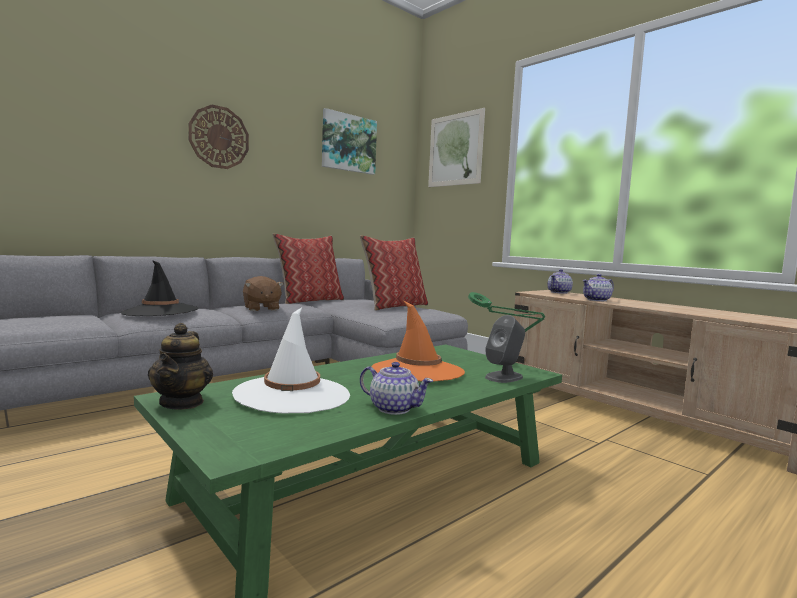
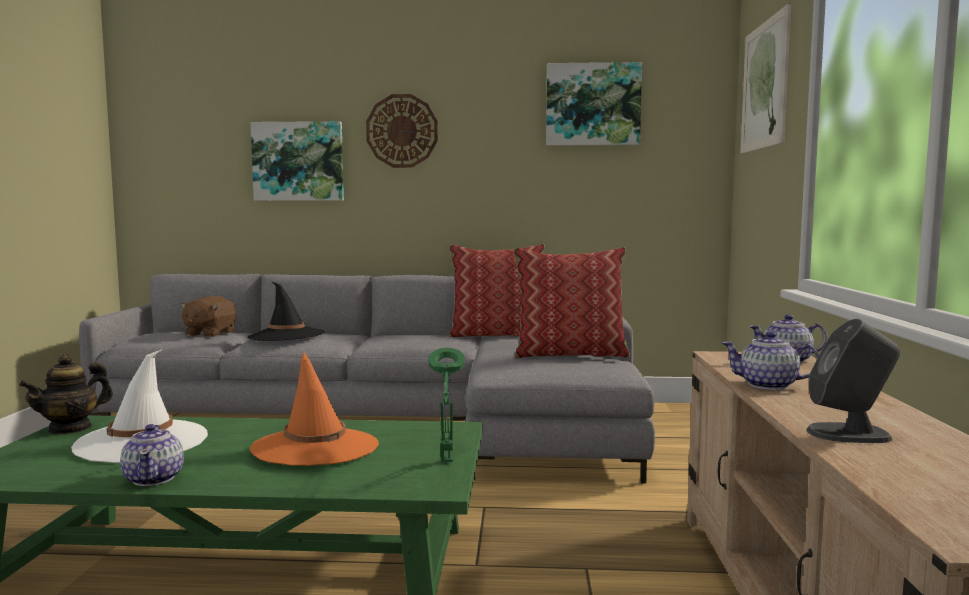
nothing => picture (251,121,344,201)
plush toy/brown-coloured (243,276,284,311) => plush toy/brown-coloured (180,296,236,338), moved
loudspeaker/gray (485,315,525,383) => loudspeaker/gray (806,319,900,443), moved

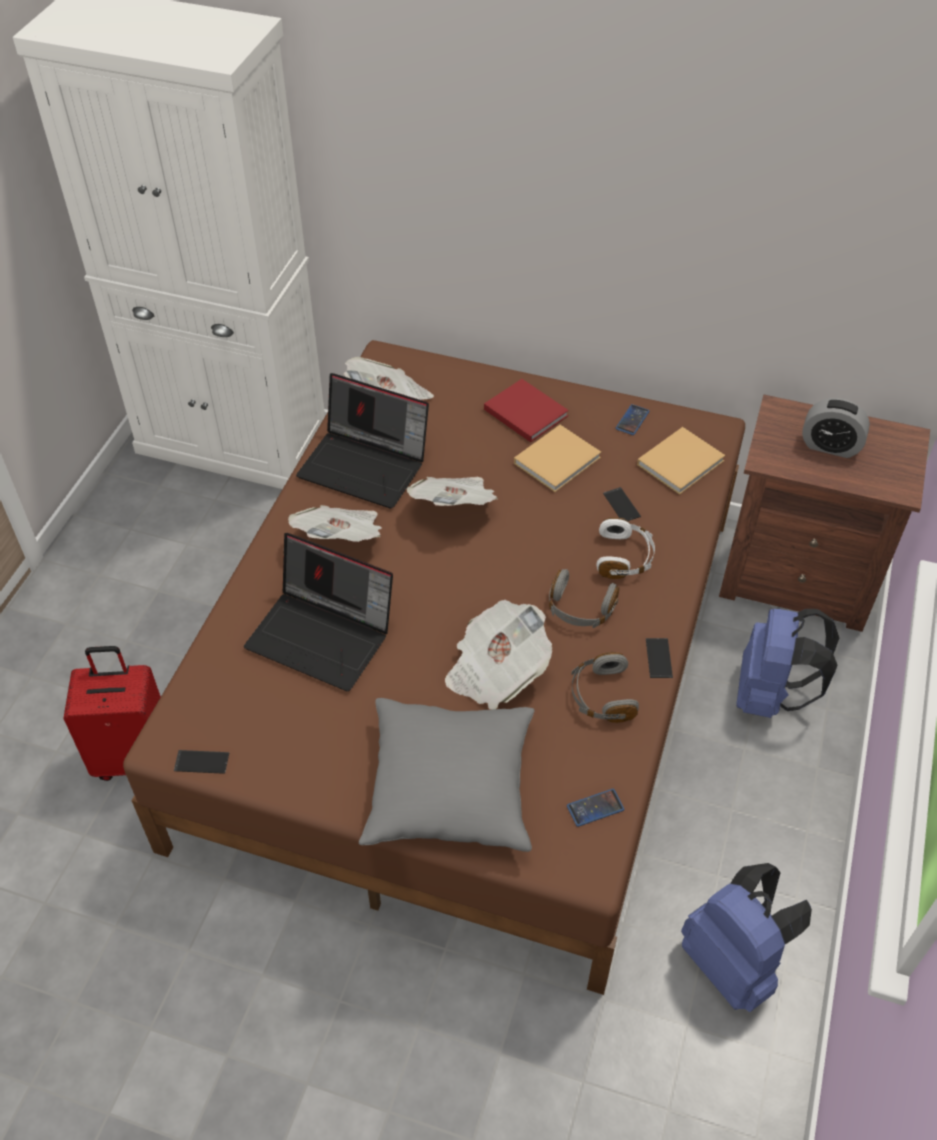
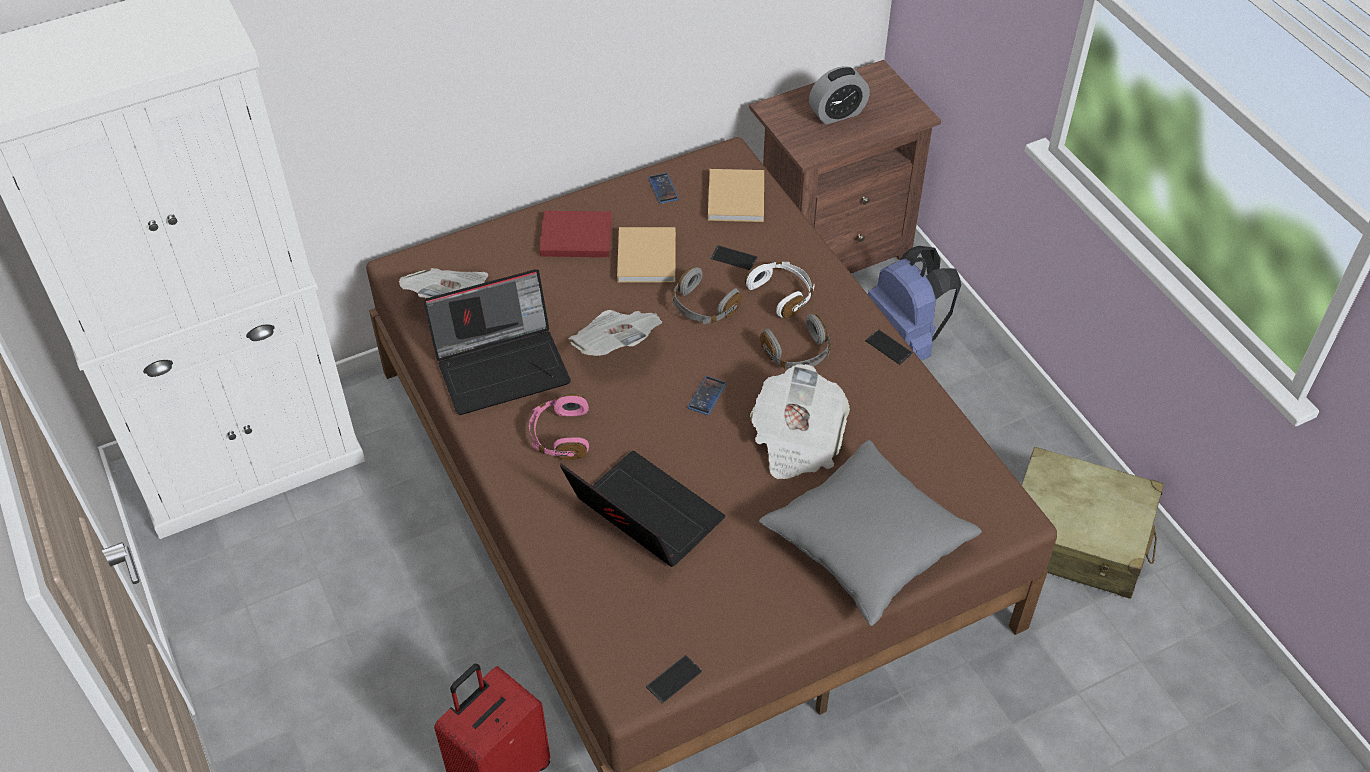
telephone (567,789,625,827) => telephone (688,376,727,415), moved
headset/gray (571,652,639,723) => headset/gray (672,267,742,324), moved
daily paper (288,505,382,542) => headset/pinkish (529,394,589,460)
rucksack/blue-coloured (681,863,812,1012) => suitcase/beige-coloured (1022,447,1164,599)
notebook computer (244,533,393,691) => notebook computer (560,451,725,567), 120 degrees counterclockwise

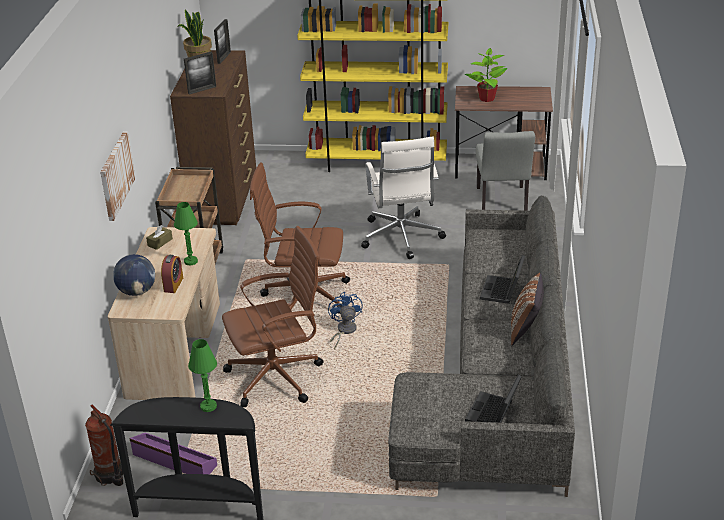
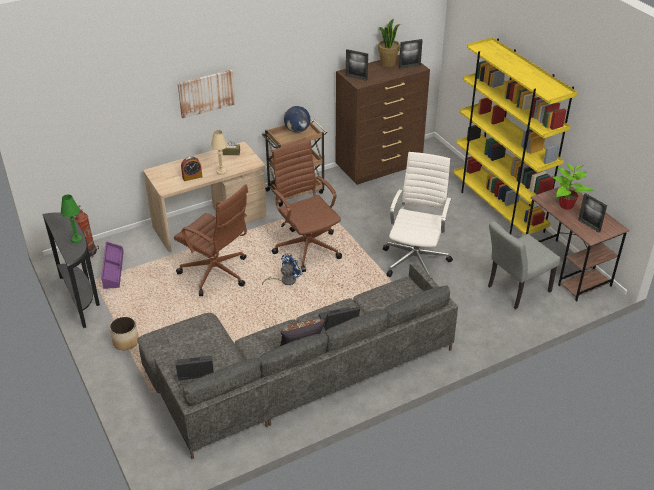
nothing => flower pot (110,317,139,350)
nothing => picture frame (578,193,607,232)
world globe (113,254,155,296) => world globe (284,106,310,133), moved
lamp for a table/green (174,202,198,265) => lamp for a table/beige-coloured (211,130,227,175)
office chair/white-coloured (361,137,446,259) => office chair/white-coloured (383,152,453,280), 150 degrees clockwise

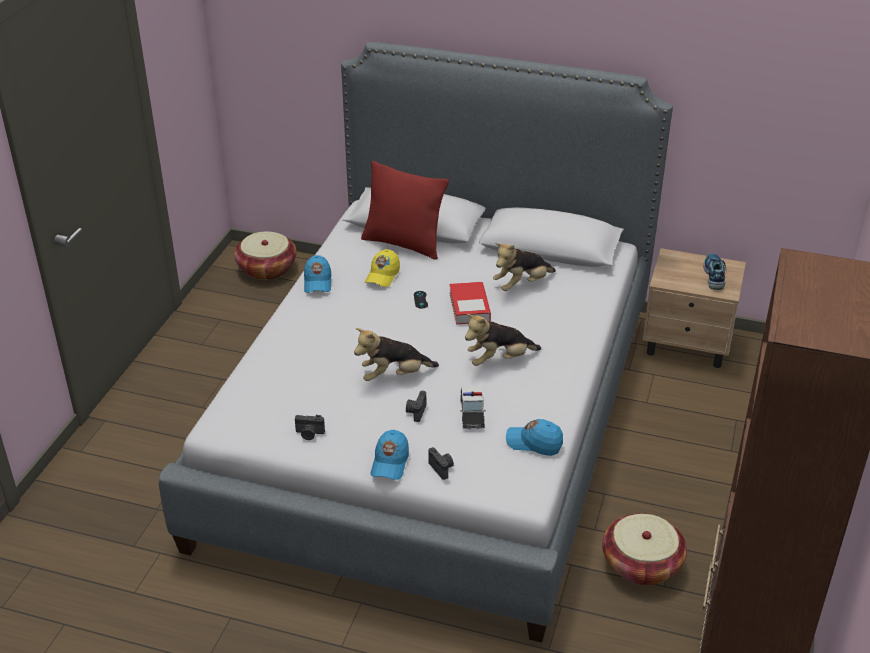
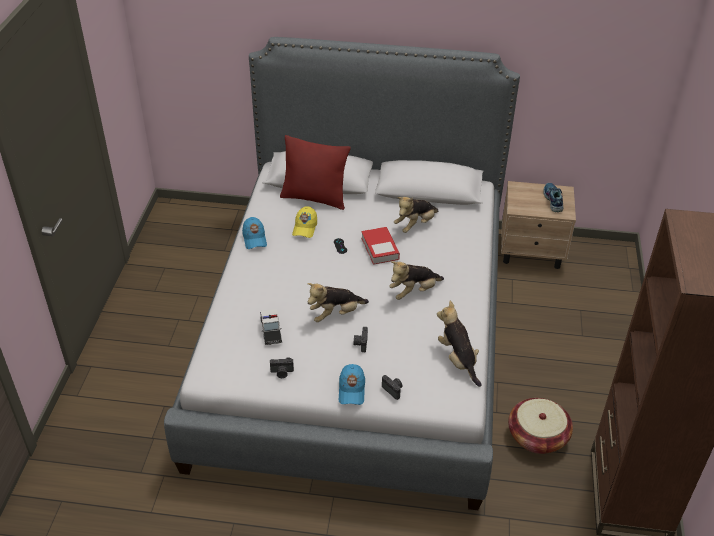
household basket (234,232,296,280) => nothing
miniature car (460,386,486,429) => miniature car (260,309,282,345), moved
baseball cap/blue-coloured (506,419,563,456) => plush toy (437,301,482,387)

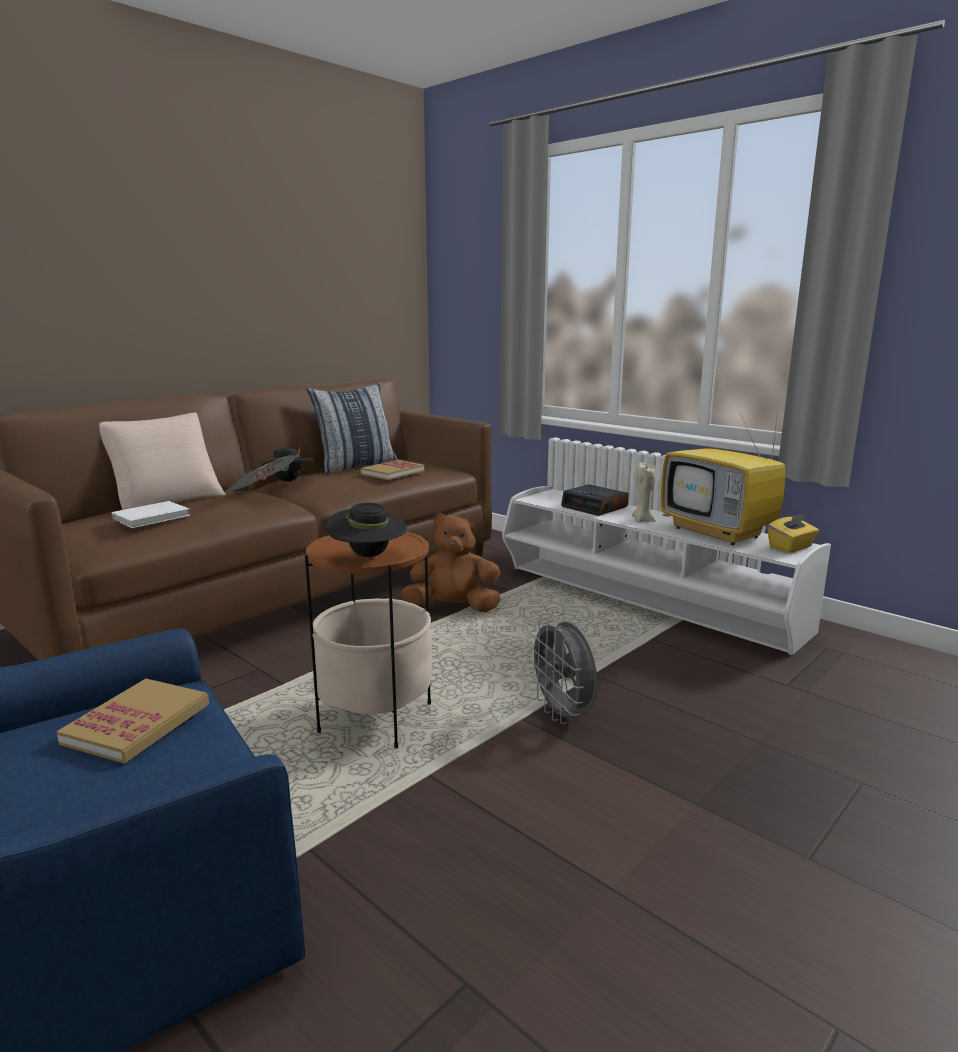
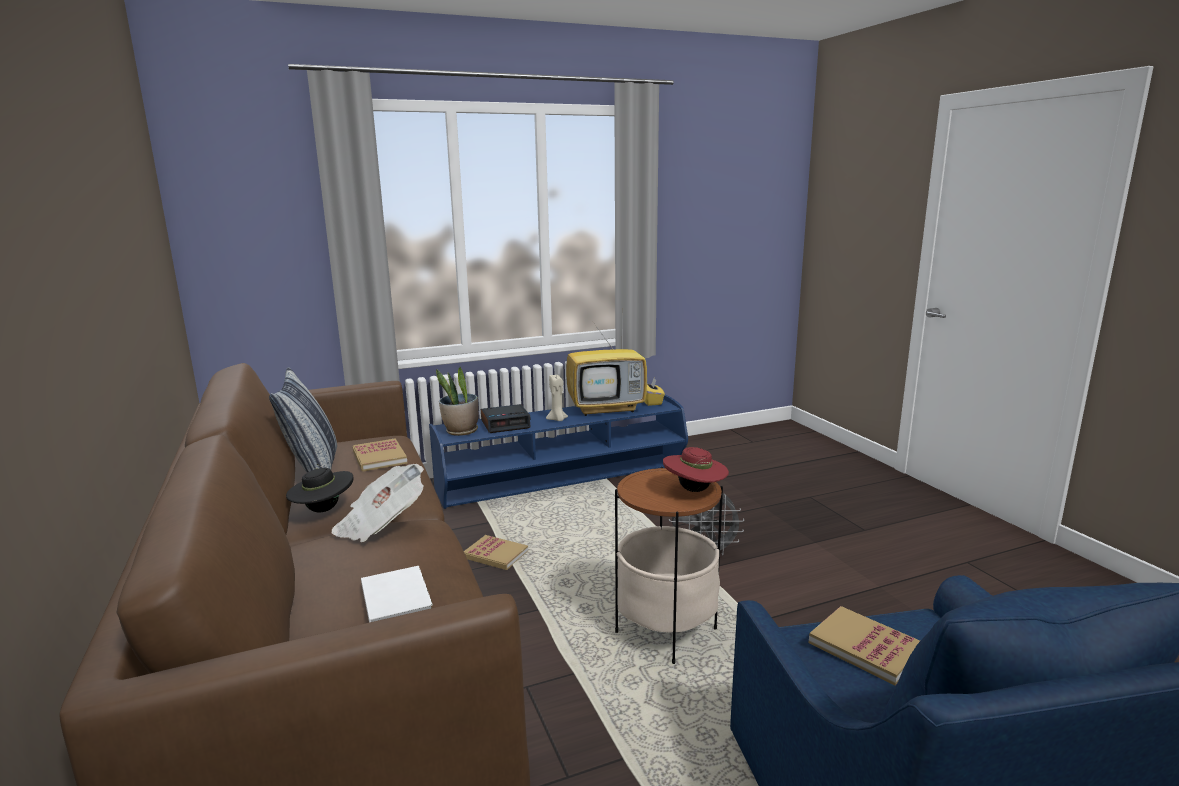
pillow/beige-coloured (99,412,226,510) => nothing
nothing => potted plant (436,367,479,436)
plush toy/brown-coloured (401,512,501,612) => book (464,535,528,570)
hat/blackish (326,503,407,557) => hat/red-coloured (663,447,729,492)
tv stand/white-coloured (502,486,831,655) => tv stand/blue-coloured (429,395,688,509)

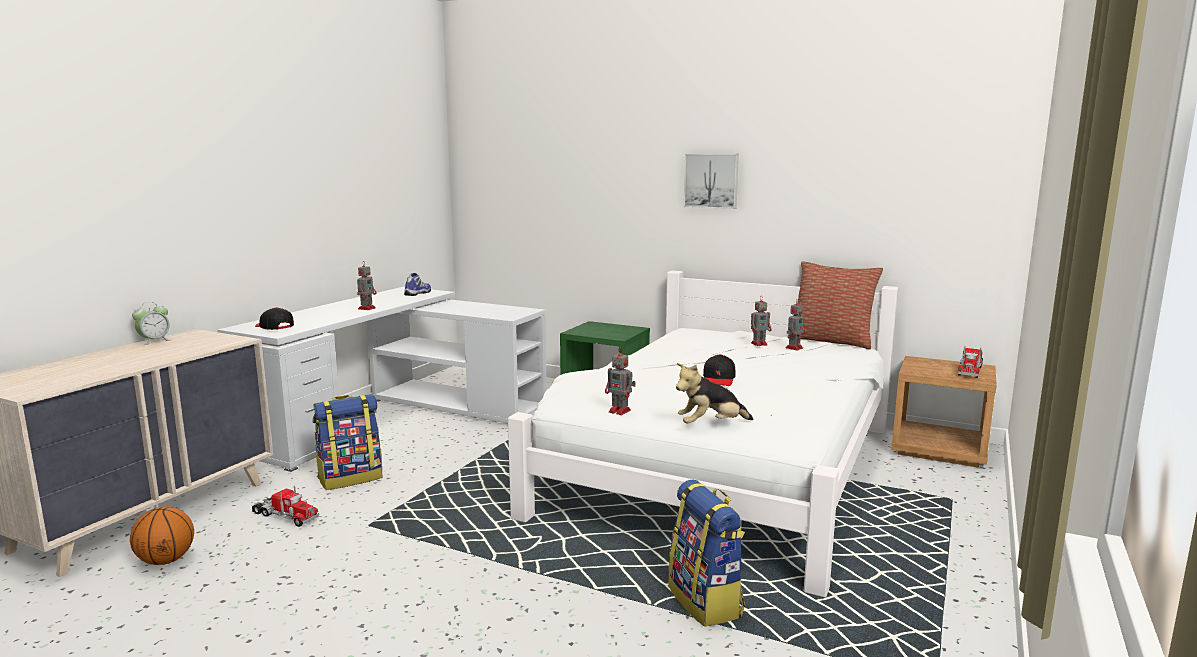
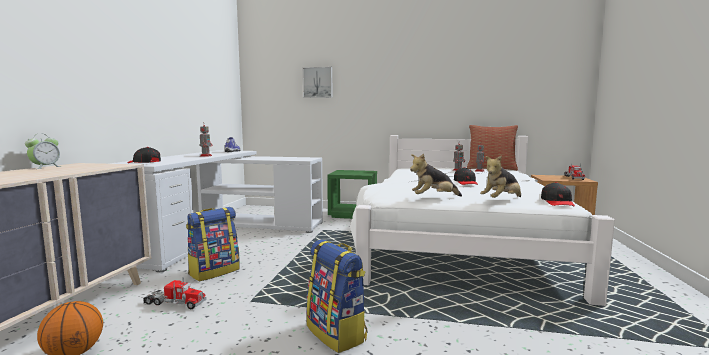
nothing => baseball cap/blackish (541,182,575,206)
rucksack (668,480,745,627) => rucksack (306,239,368,353), moved
picture (684,154,739,209) => picture (303,67,332,98), moved
model robot (605,348,636,415) => plush toy (410,154,462,197)

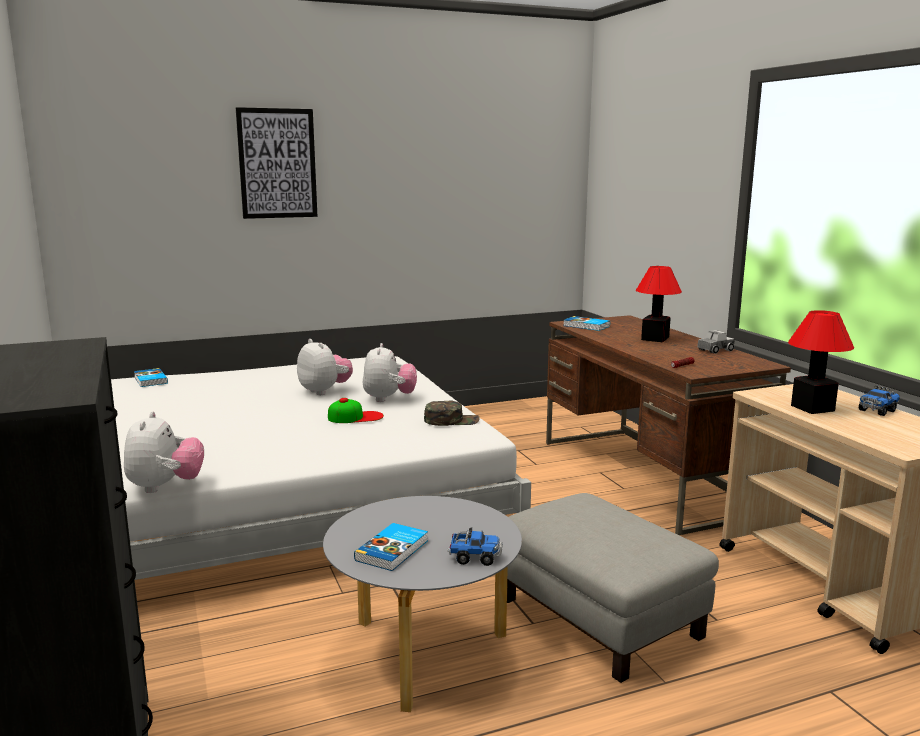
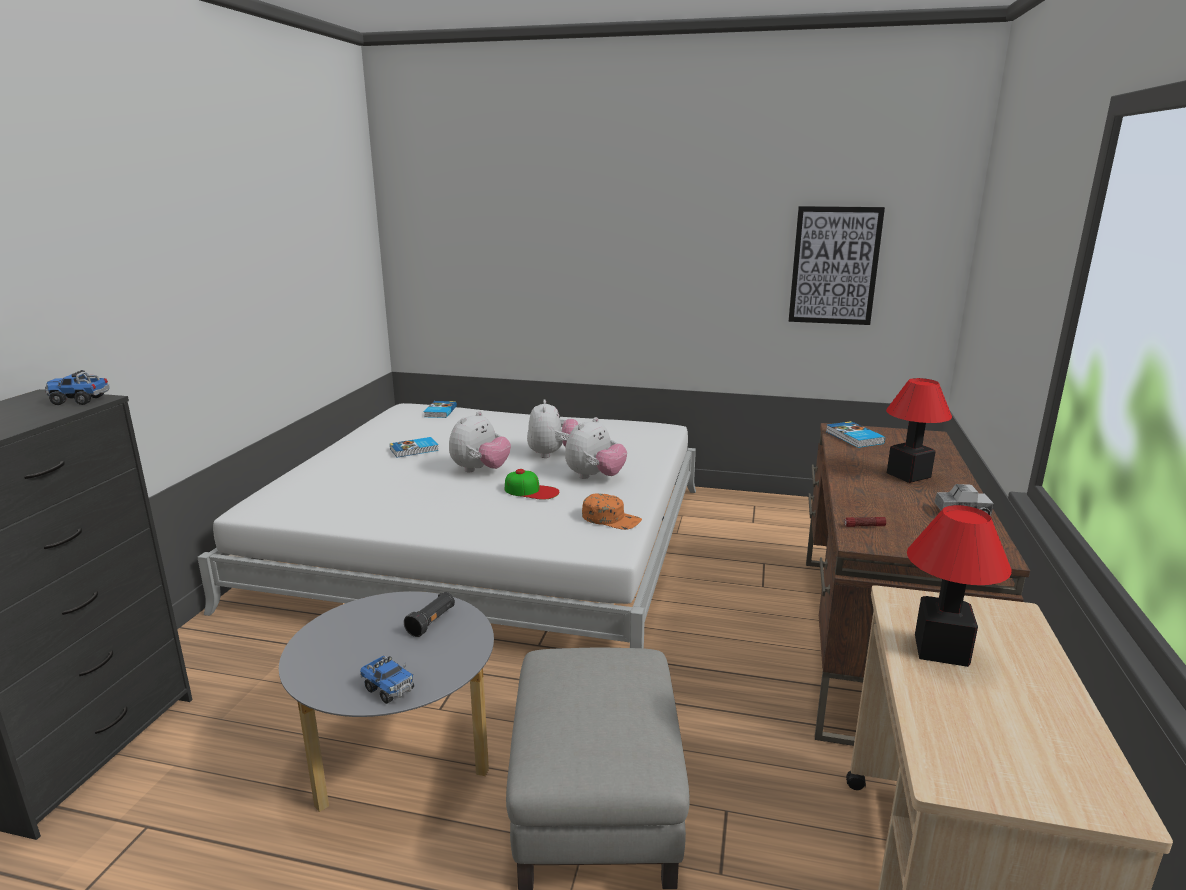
nothing => flashlight/blackish (404,592,455,637)
plush toy (124,412,204,493) => plush toy (449,411,511,472), moved
picture (236,107,318,219) => picture (789,206,885,325), moved
book (354,523,428,571) => book (390,437,439,458), moved
toy truck (859,386,900,416) => toy truck (45,370,110,405), moved
baseball cap/green (424,400,480,426) => baseball cap/orangey (582,494,642,530)

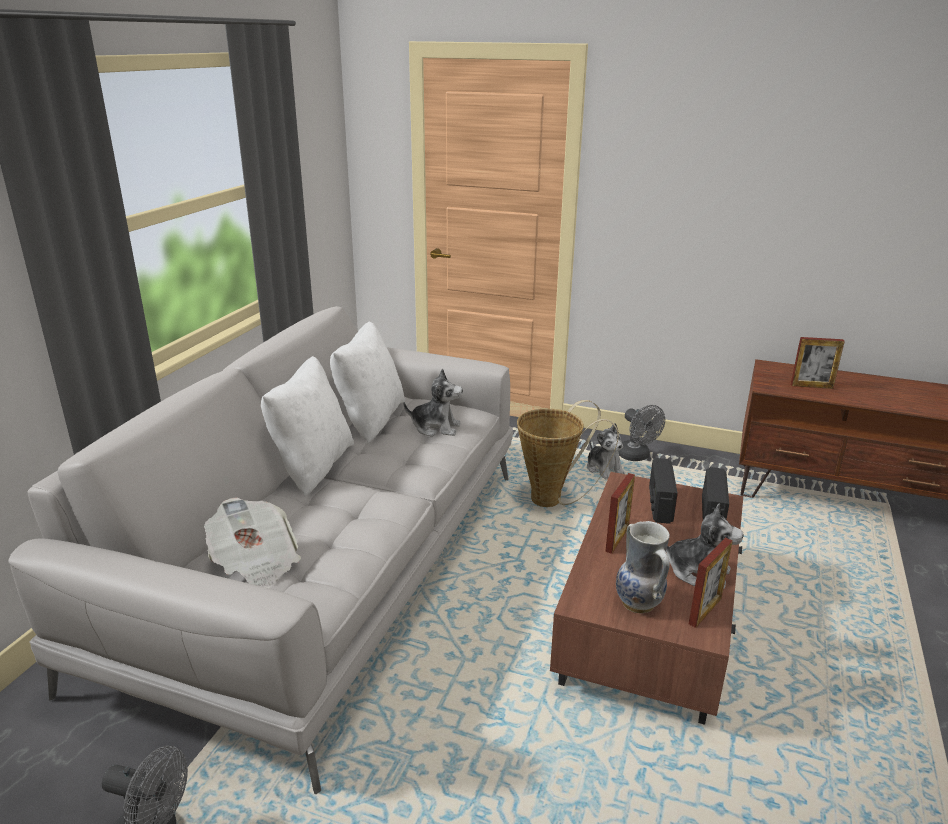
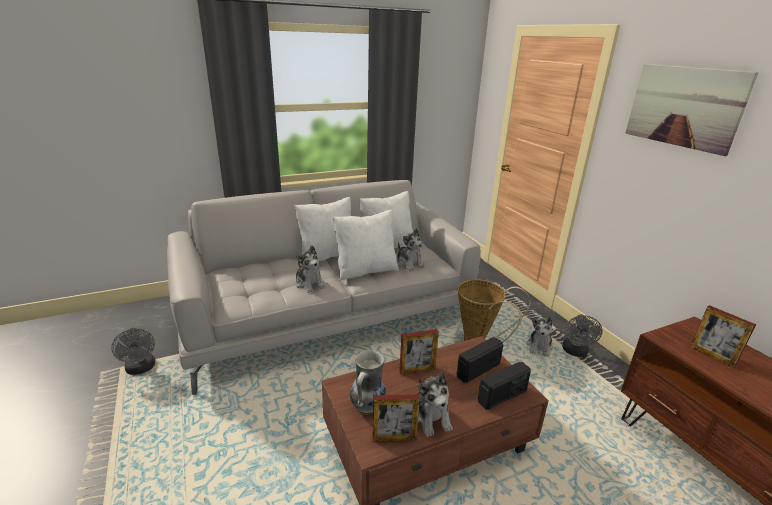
daily paper (204,497,301,588) => nothing
nothing => plush toy (295,245,326,293)
nothing => pillow/white-coloured (333,210,399,281)
nothing => picture (625,64,758,156)

